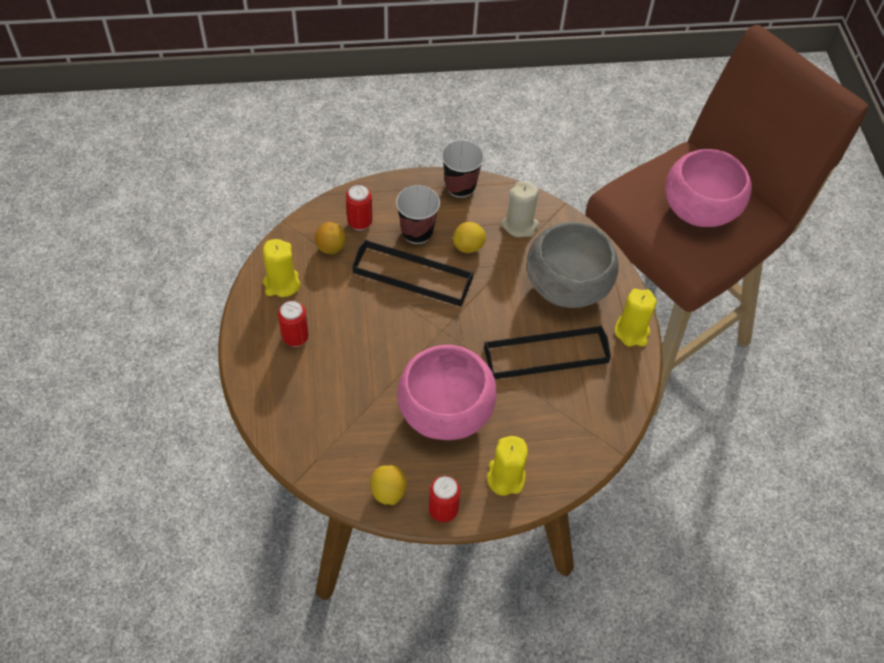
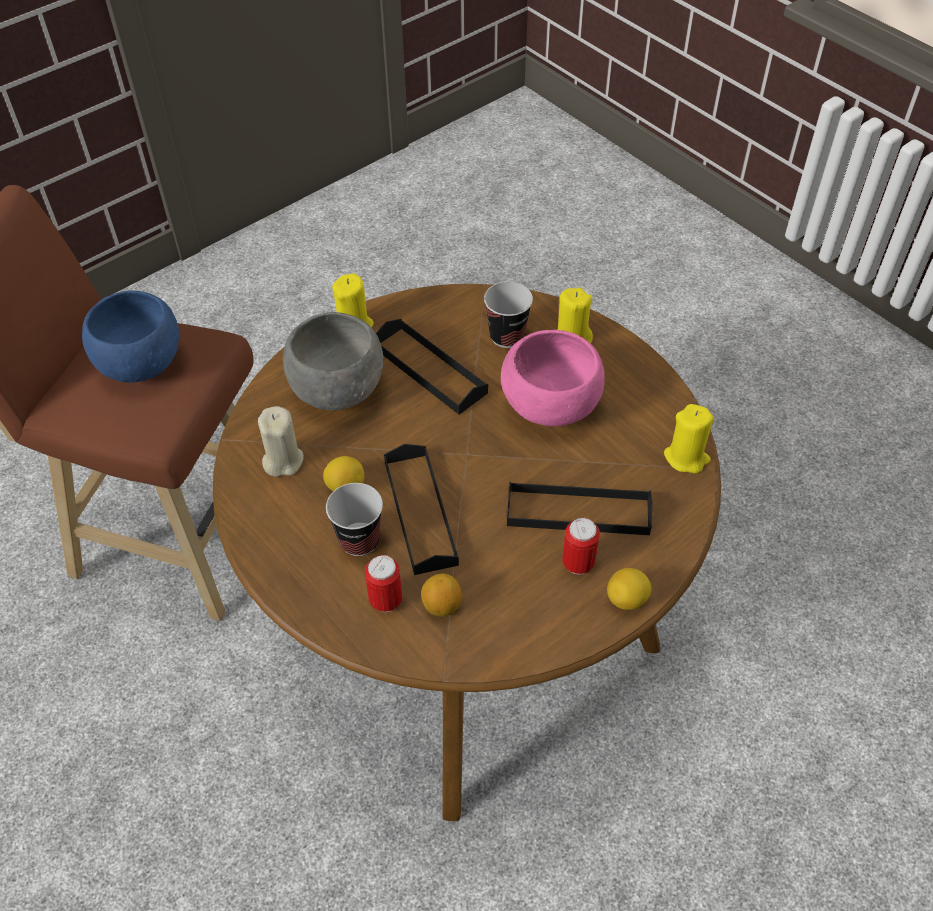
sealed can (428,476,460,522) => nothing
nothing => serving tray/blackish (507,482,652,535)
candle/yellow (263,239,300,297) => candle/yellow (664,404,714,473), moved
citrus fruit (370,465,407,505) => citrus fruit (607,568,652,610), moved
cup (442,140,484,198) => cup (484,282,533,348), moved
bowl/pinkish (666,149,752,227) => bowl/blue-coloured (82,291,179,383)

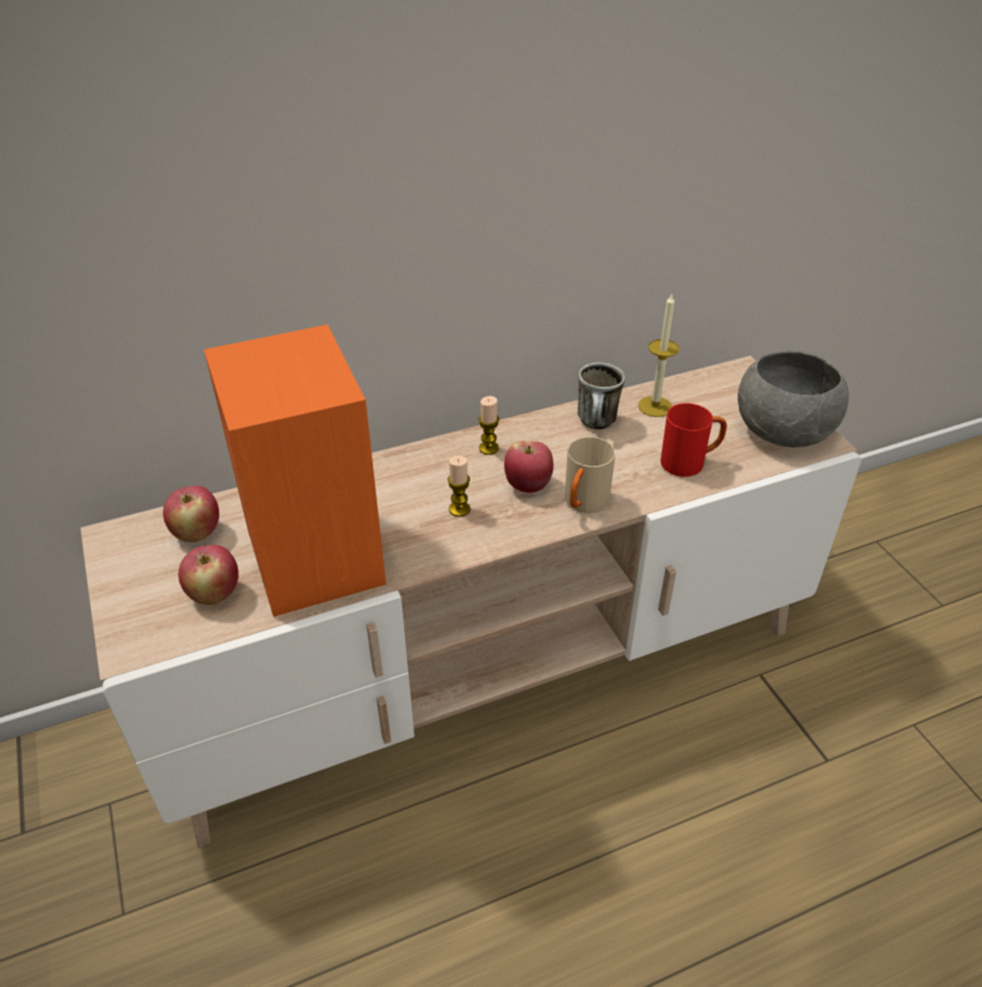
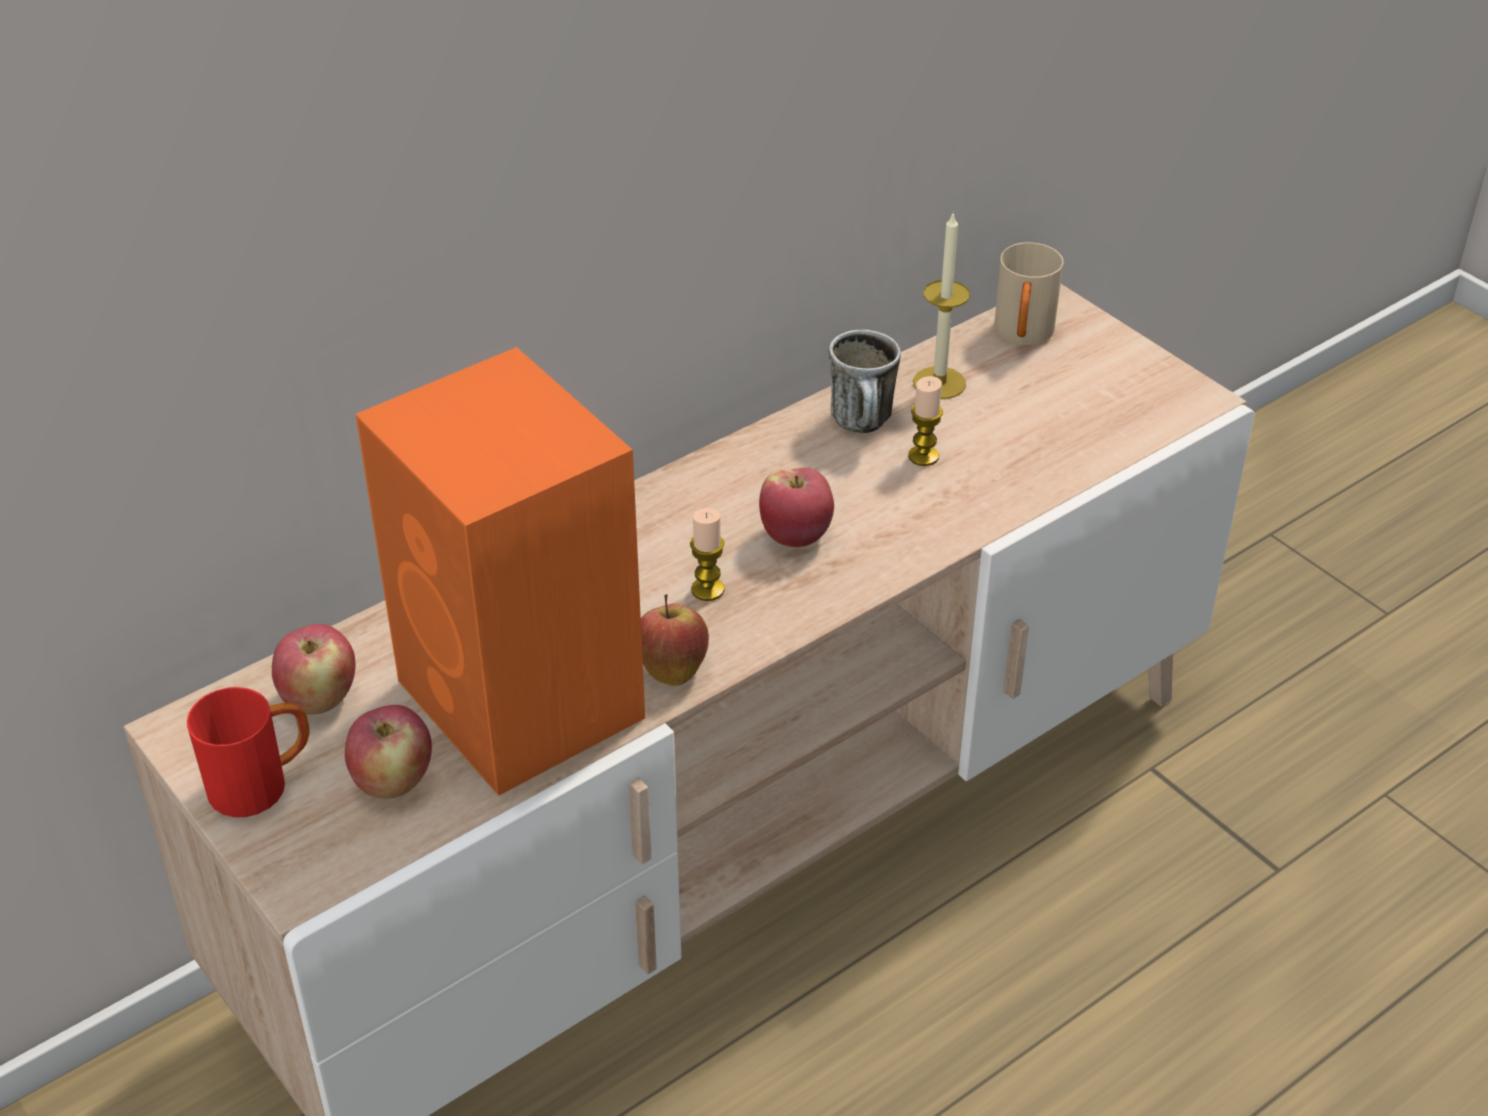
bowl/gray (738,350,849,447) => nothing
nothing => apple fruit (641,594,709,686)
candle (479,396,499,455) => candle (908,376,943,466), moved
mug/beige-coloured (565,437,616,513) => mug/beige-coloured (994,242,1063,345), moved
mug/red-coloured (660,403,727,477) => mug/red-coloured (187,687,310,817), moved

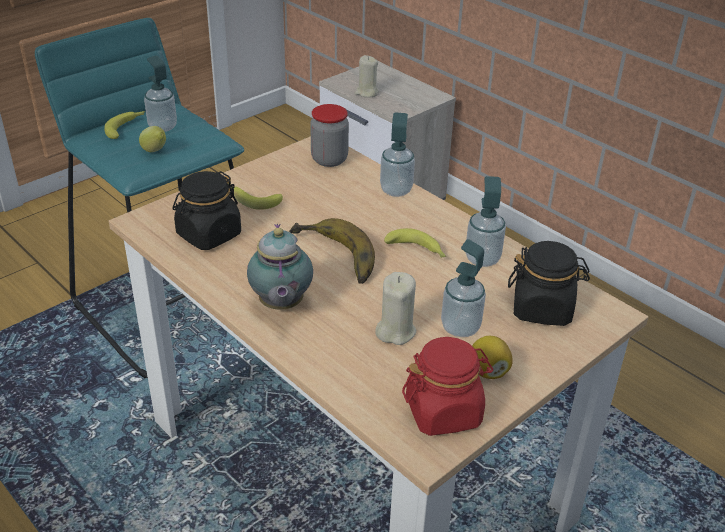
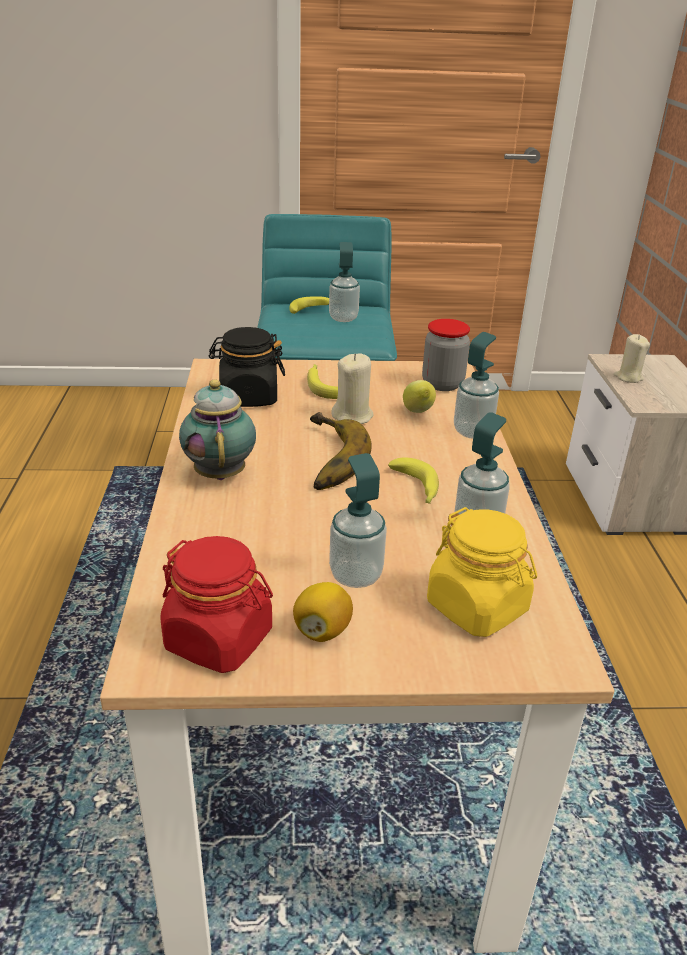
citrus fruit (139,126,166,152) => citrus fruit (403,380,436,413), moved
candle/beige-coloured (375,272,416,345) => candle/beige-coloured (332,354,374,424), moved
storage jar/blackish (508,241,590,326) => storage jar/yellow (427,507,537,637)
teapot (247,224,313,309) => teapot (179,380,256,480), 135 degrees clockwise

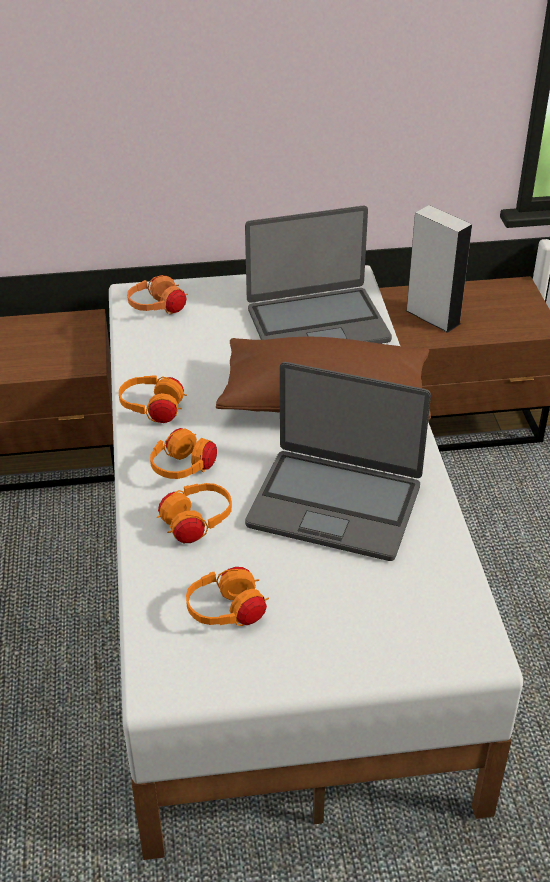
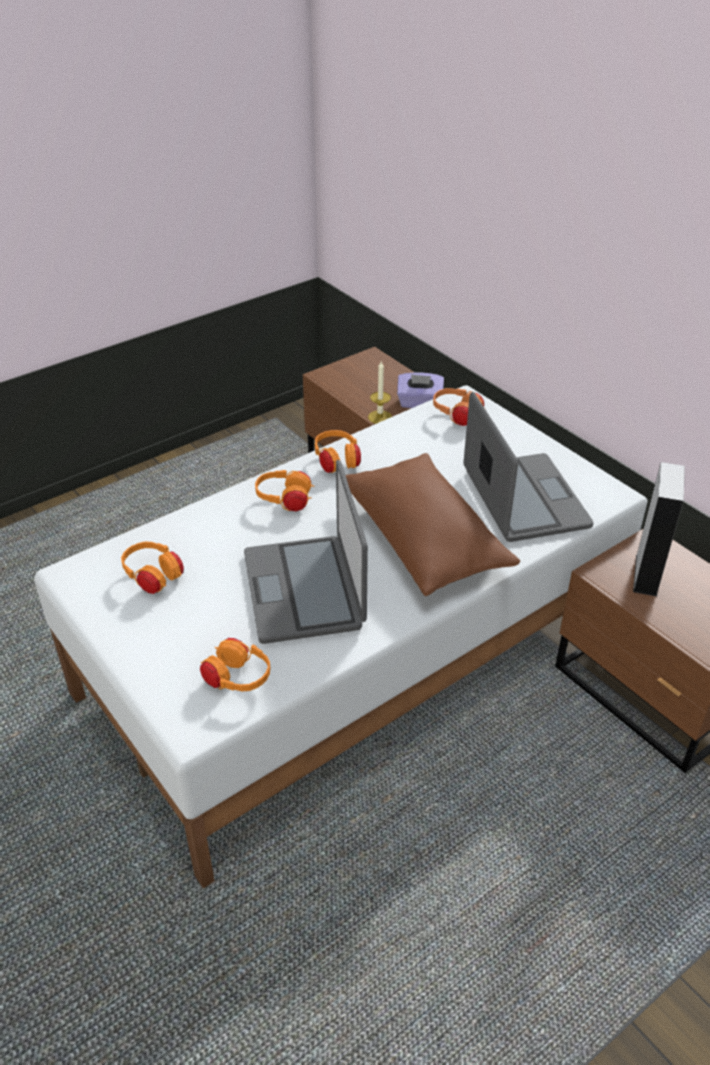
nothing => candle (368,362,392,424)
nothing => box of tissues/purple (397,373,444,408)
headset/orangey (157,483,232,543) => headset/orangey (200,638,270,691), moved
notebook computer (245,206,392,344) => notebook computer (463,392,594,542), 150 degrees counterclockwise

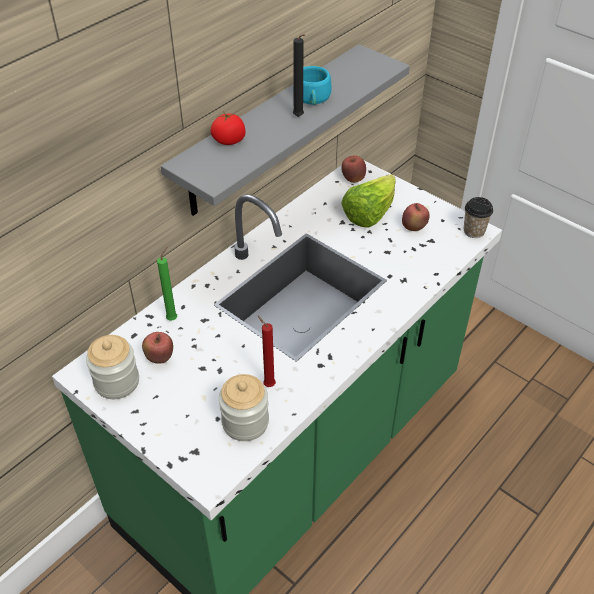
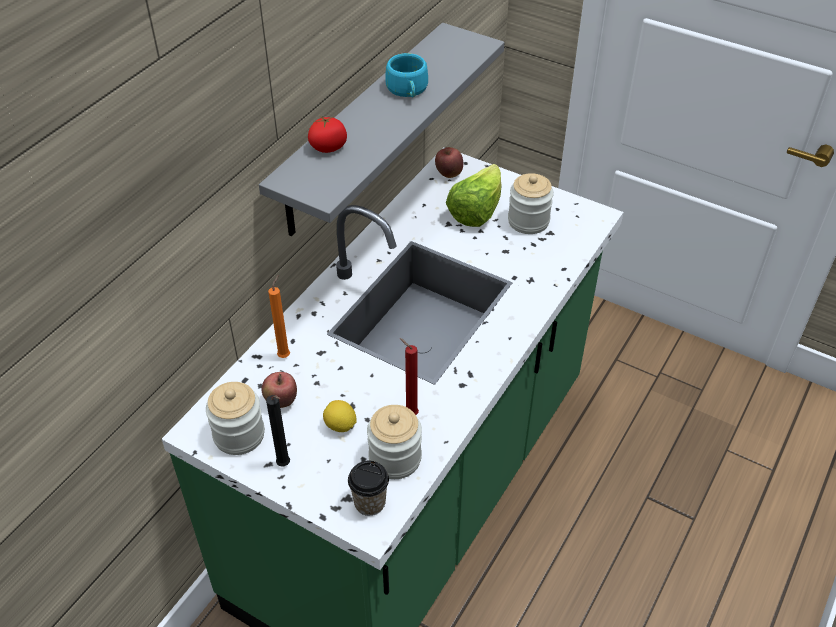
nothing => citrus fruit (323,400,357,432)
candle/blackish (293,34,305,117) => candle/blackish (266,395,290,466), moved
cup (464,197,493,238) => cup (348,460,389,516), moved
apple fruit (402,203,430,231) => storage jar (508,173,554,234)
candle/green (157,247,177,321) => candle/orangey (268,275,290,358)

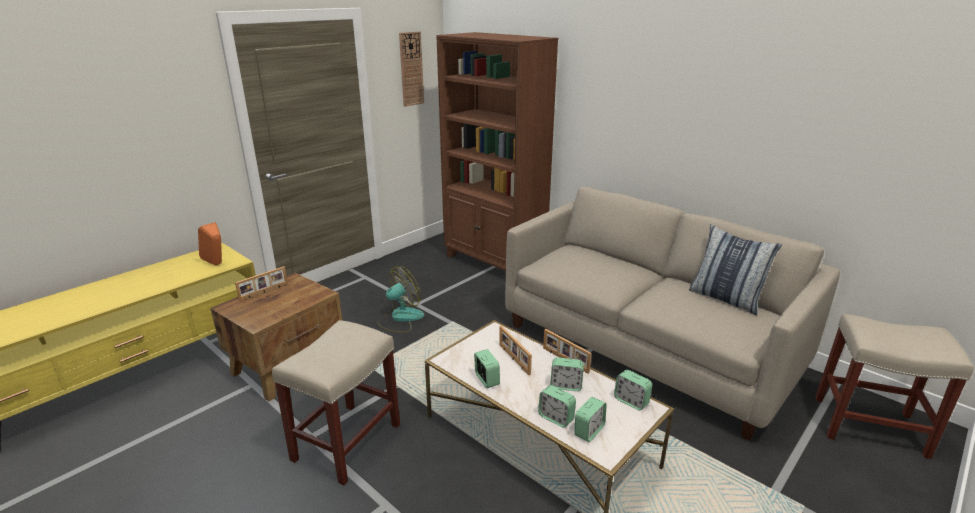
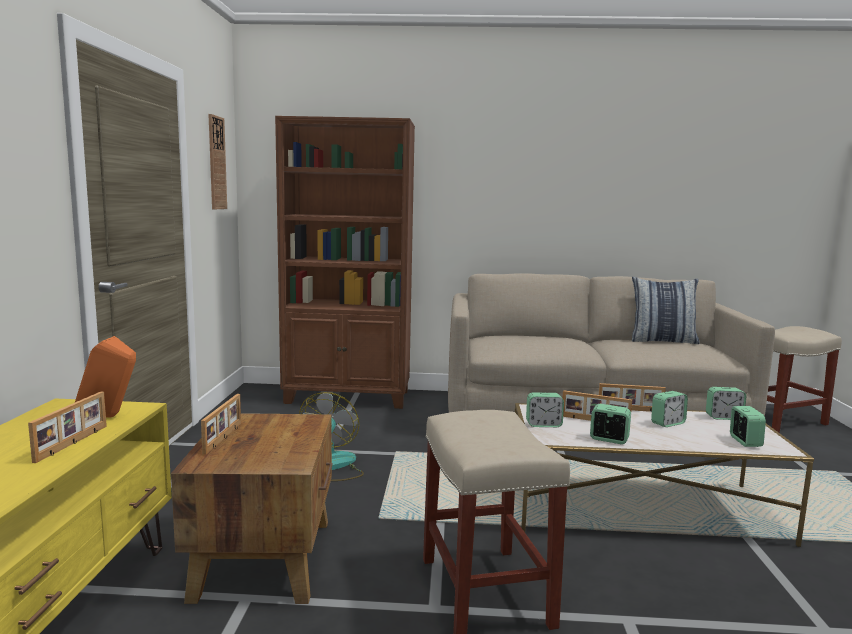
nothing => picture frame (28,392,107,463)
alarm clock (538,385,576,428) => alarm clock (526,392,564,427), moved

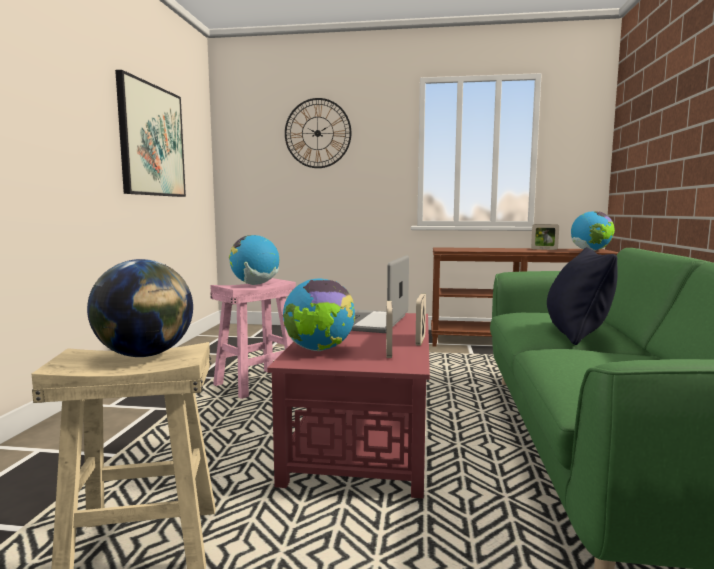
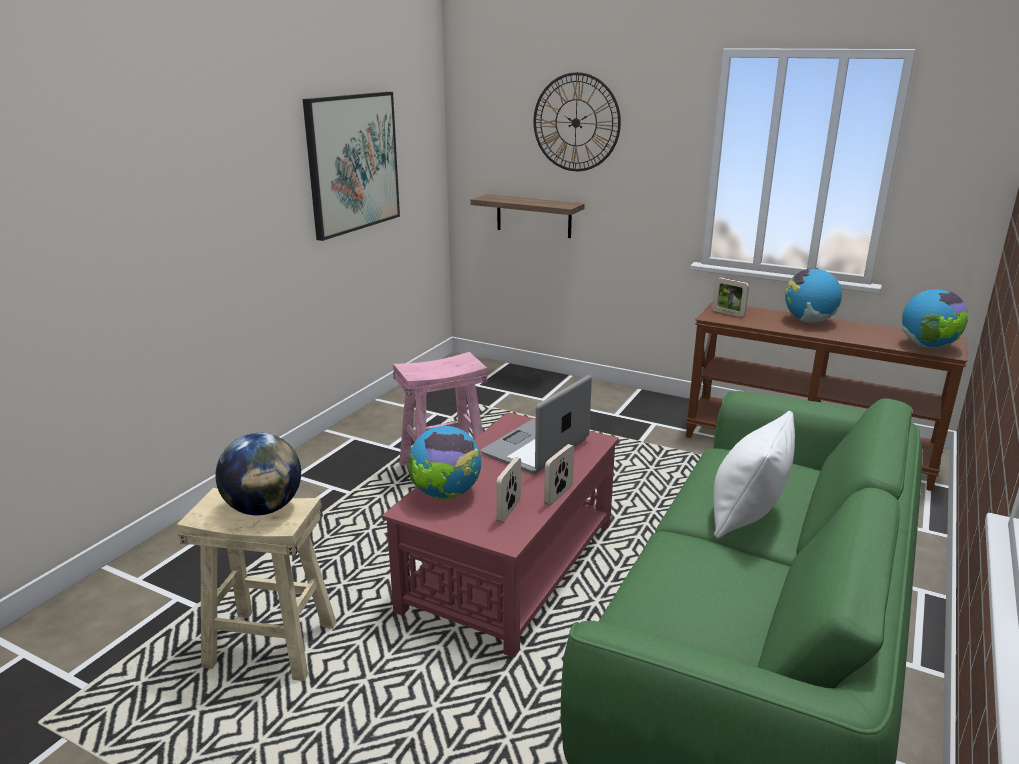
nothing => wall shelf (471,194,585,238)
world globe (229,235,279,285) => world globe (785,268,842,323), moved
picture frame (531,224,559,250) => picture frame (712,277,749,317), moved
pillow/blackish (547,247,618,345) => pillow/white-coloured (714,411,795,539)

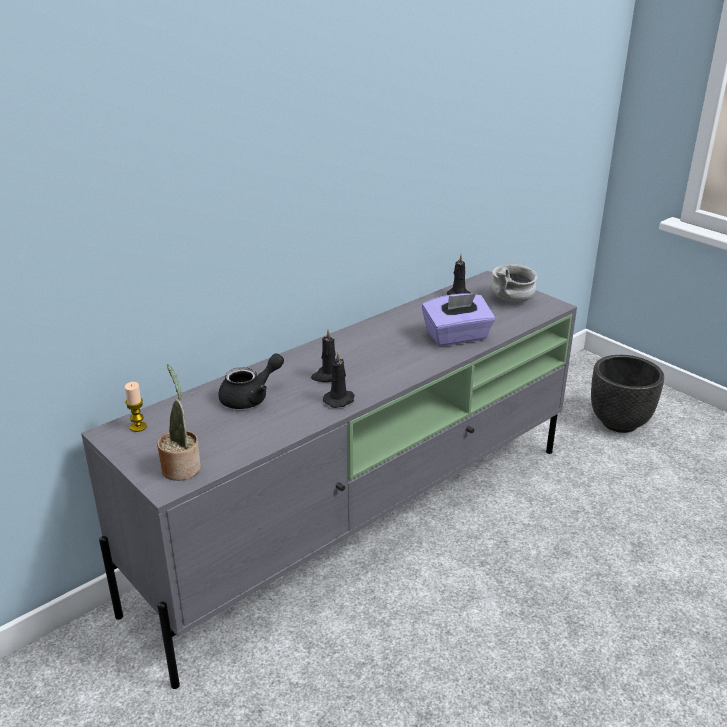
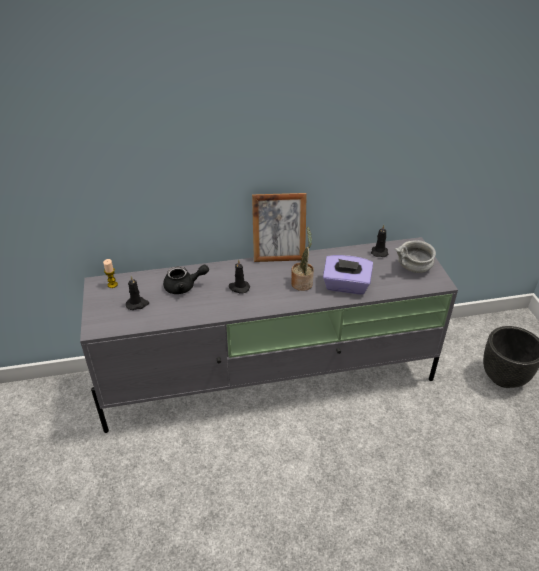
nothing => picture frame (252,193,307,262)
potted plant (157,364,201,481) => potted plant (291,227,314,291), moved
candle/blackish (323,351,355,408) => candle/blackish (126,276,150,310), moved

